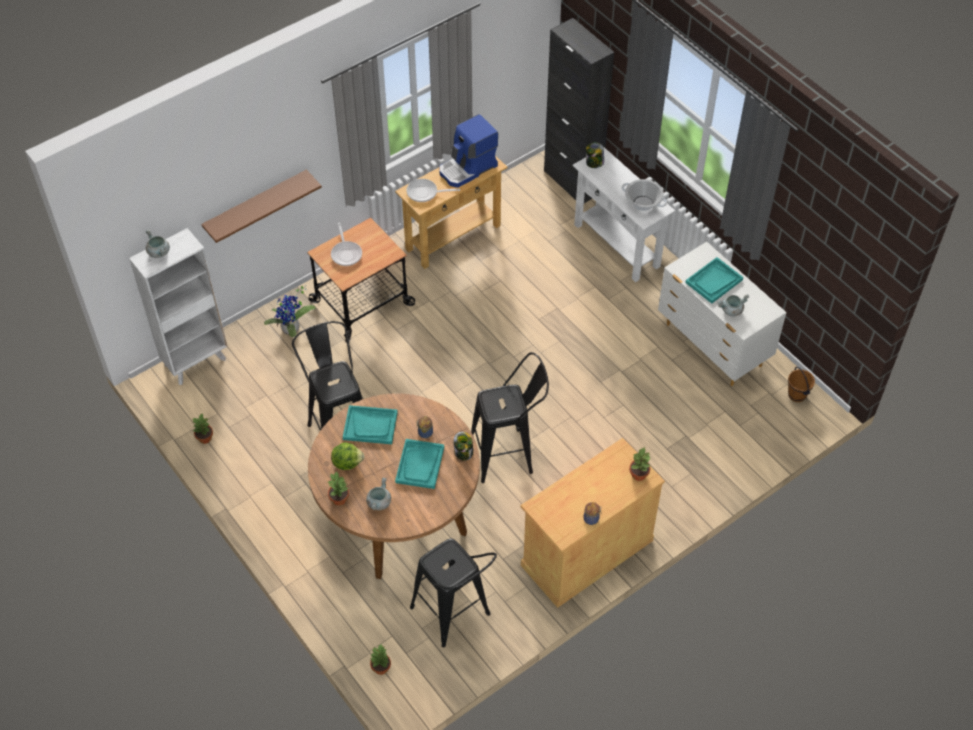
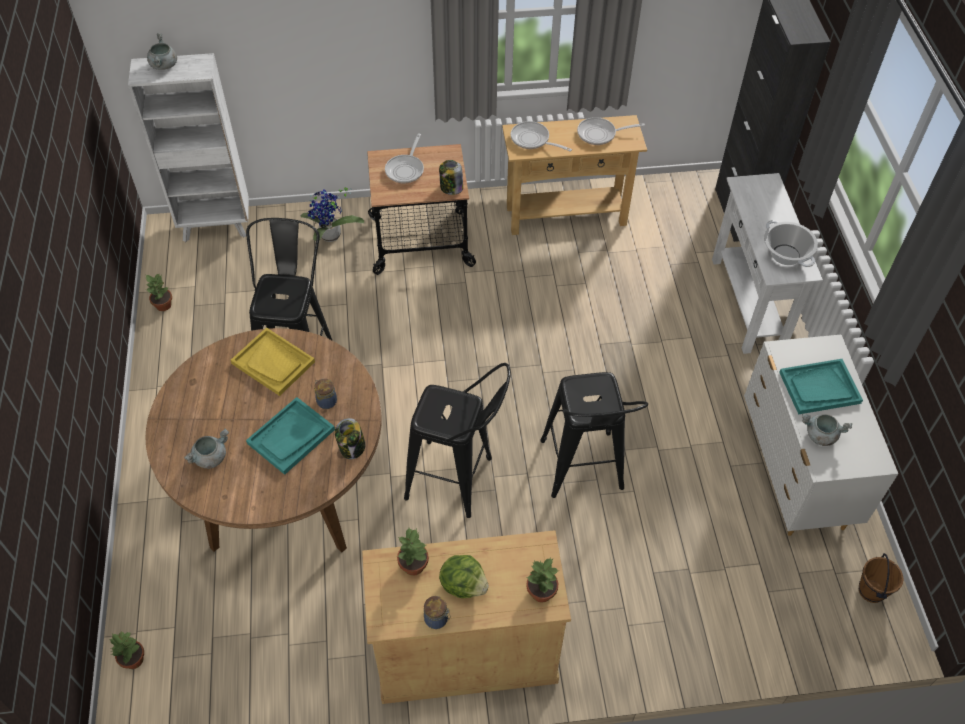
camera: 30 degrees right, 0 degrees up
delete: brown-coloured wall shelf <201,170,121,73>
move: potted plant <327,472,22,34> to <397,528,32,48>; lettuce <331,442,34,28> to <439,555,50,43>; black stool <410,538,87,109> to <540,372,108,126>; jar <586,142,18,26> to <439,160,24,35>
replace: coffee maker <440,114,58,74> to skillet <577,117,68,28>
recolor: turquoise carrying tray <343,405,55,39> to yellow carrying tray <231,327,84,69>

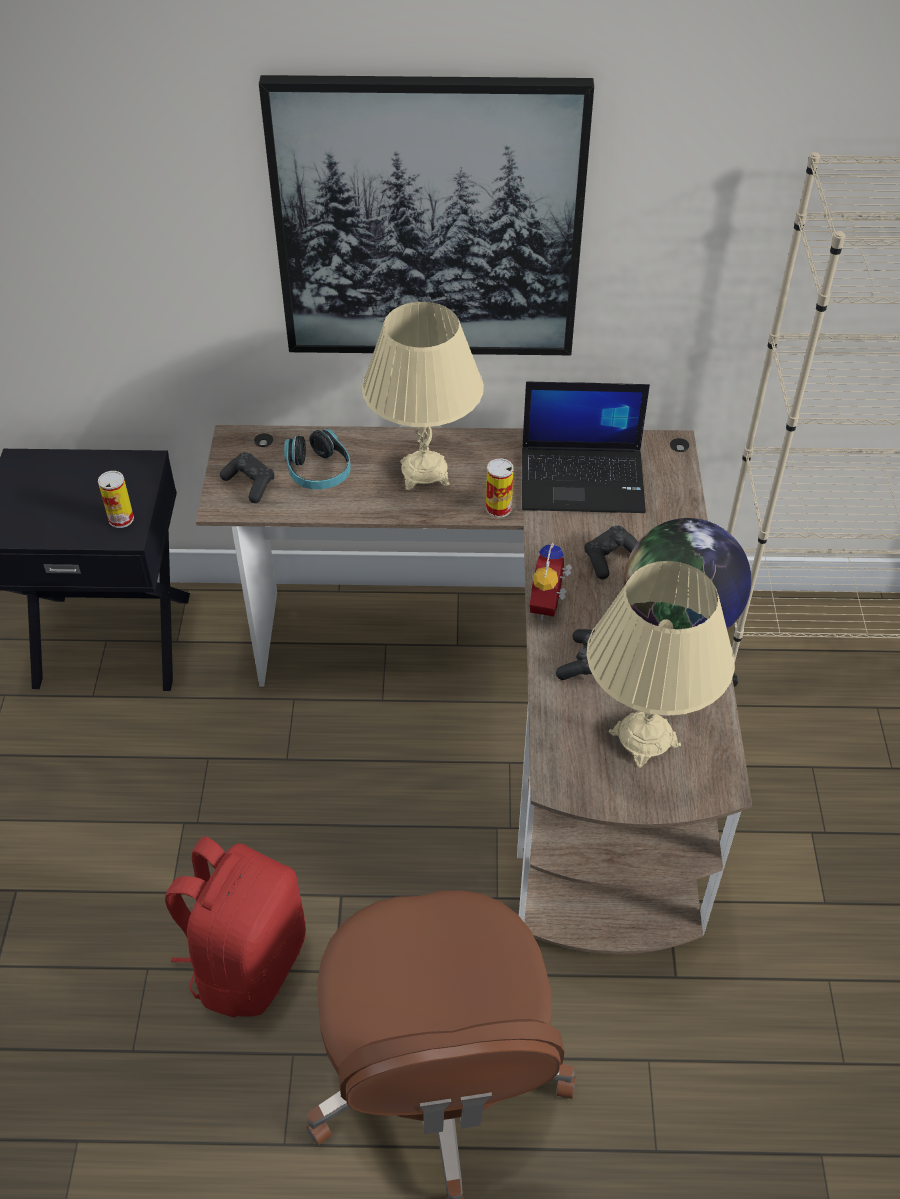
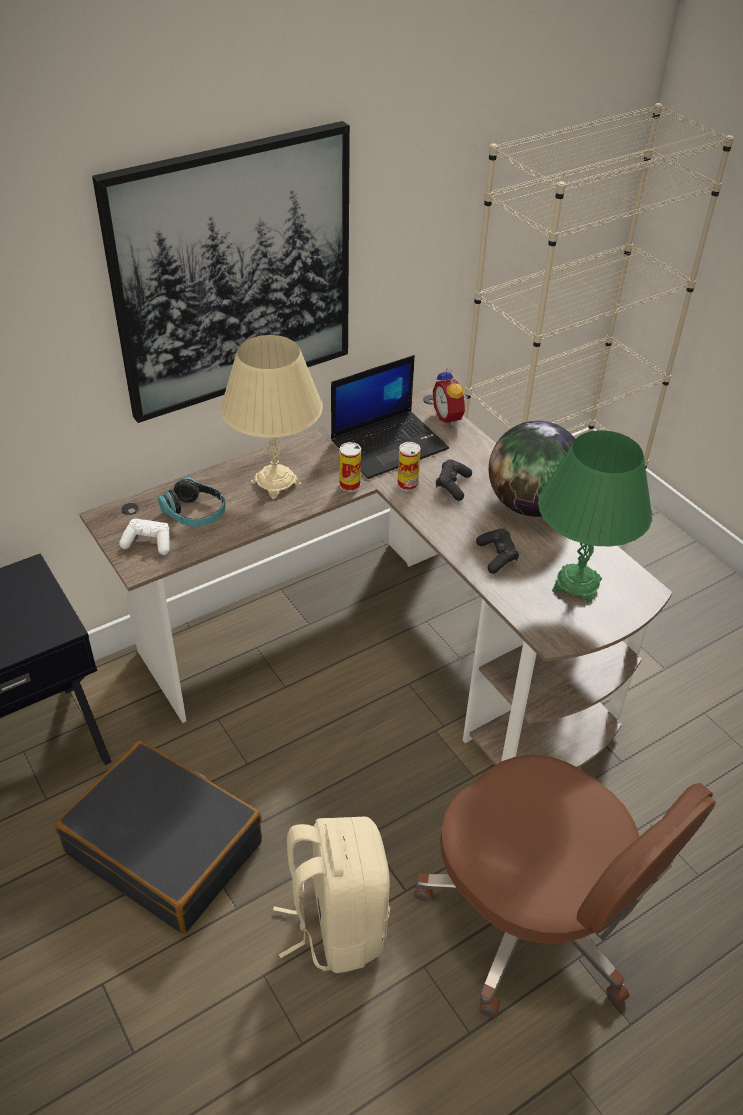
camera: 35 degrees left, 5 degrees down
insert: black travel case <55,741,207,193>
move: metal can <98,471,36,57> to <397,442,24,49>; table clock <530,542,43,78> to <433,368,35,58>
recolor: reddish rucksack <165,836,141,181> to sand-coloured rucksack <273,816,117,157>; black gamepad <220,452,54,51> to whitish gamepad <119,519,51,36>; sand-coloured lamp for a table <587,561,148,207> to green lamp for a table <538,430,114,174>

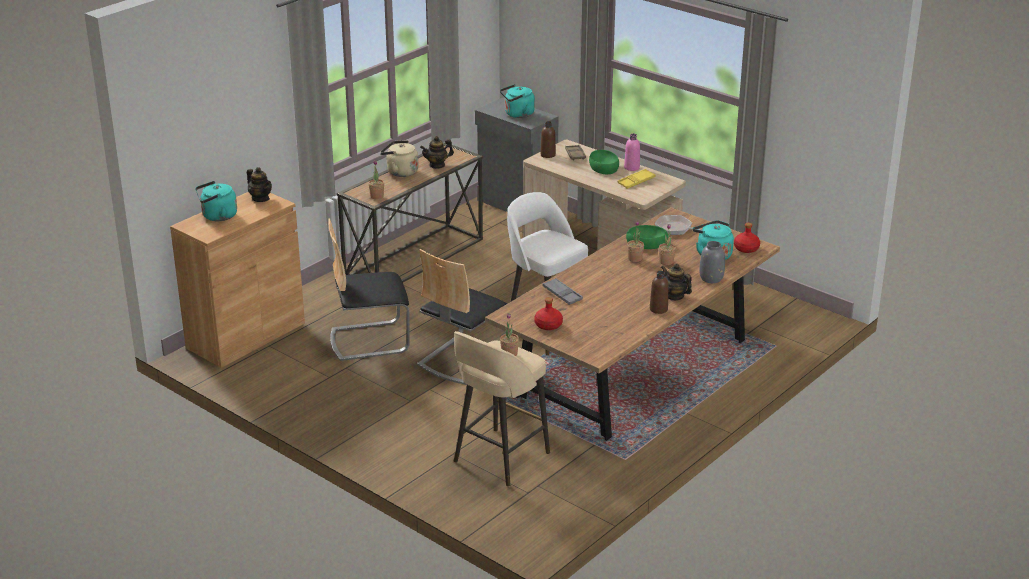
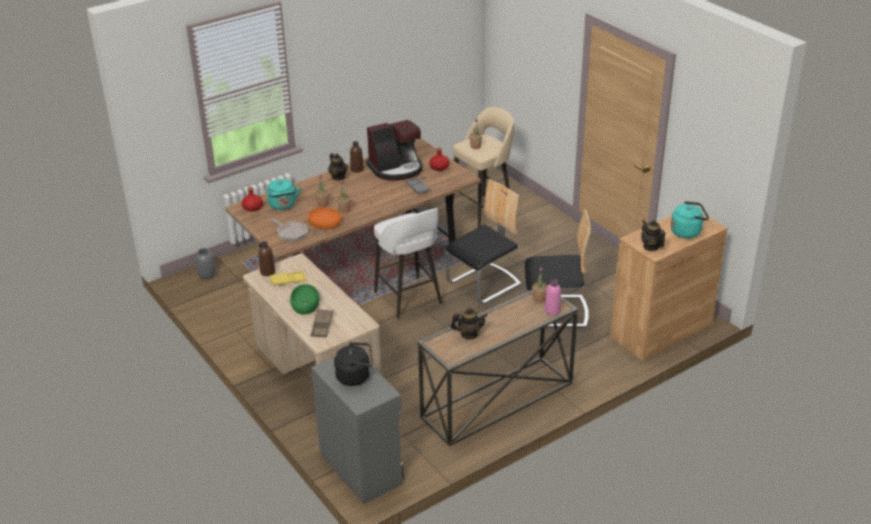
camera: 165 degrees left, 5 degrees up
delete: sand-coloured tea kettle <380,140,39,37>
insert: coffee maker <366,120,56,61>
move: brown-coloured bottle <540,121,16,37> to <258,241,17,35>; pink-coloured bottle <624,134,16,37> to <544,279,17,36>; grey vase <699,241,26,42> to <196,248,20,31>
recolor: turquoise tea kettle <500,84,35,34> to black tea kettle <334,342,39,44>; green deep dish <626,225,42,24> to orange deep dish <308,208,34,21>

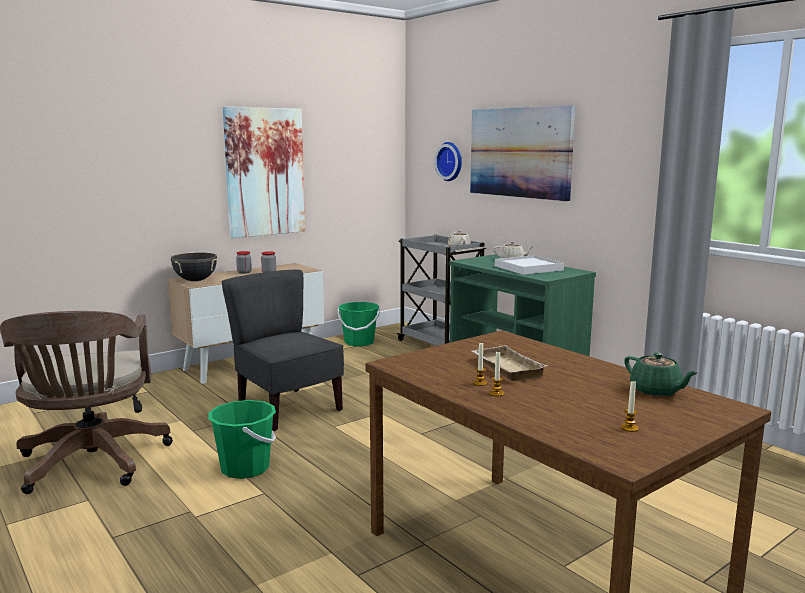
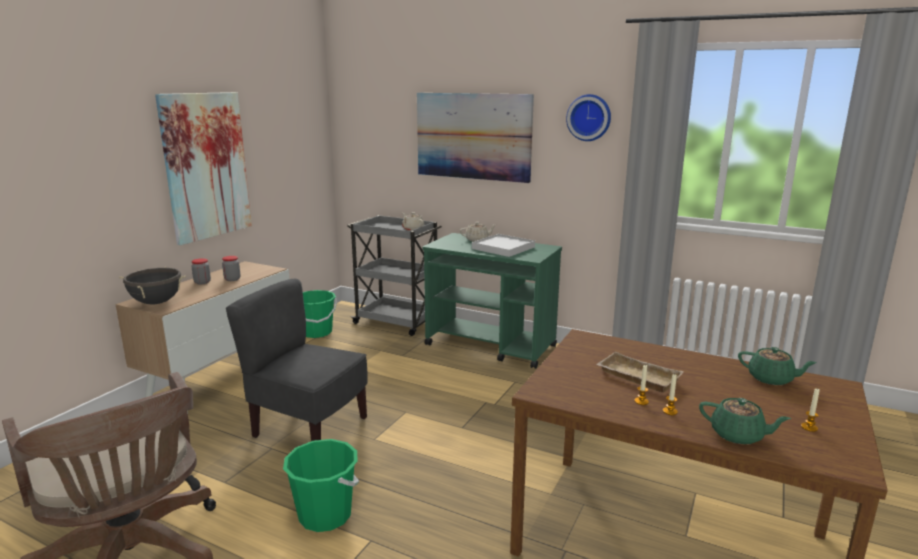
camera: 25 degrees left, 5 degrees up
insert: green tea pot <699,398,92,47>
move: hanging clock <434,142,28,39> to <566,94,45,47>

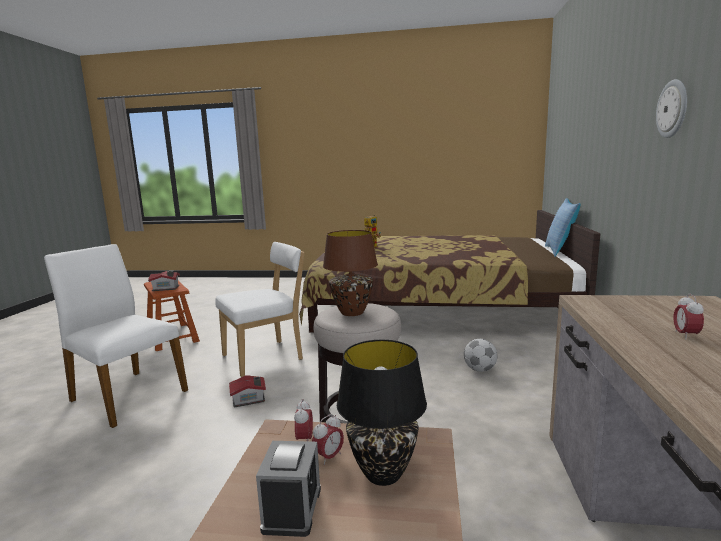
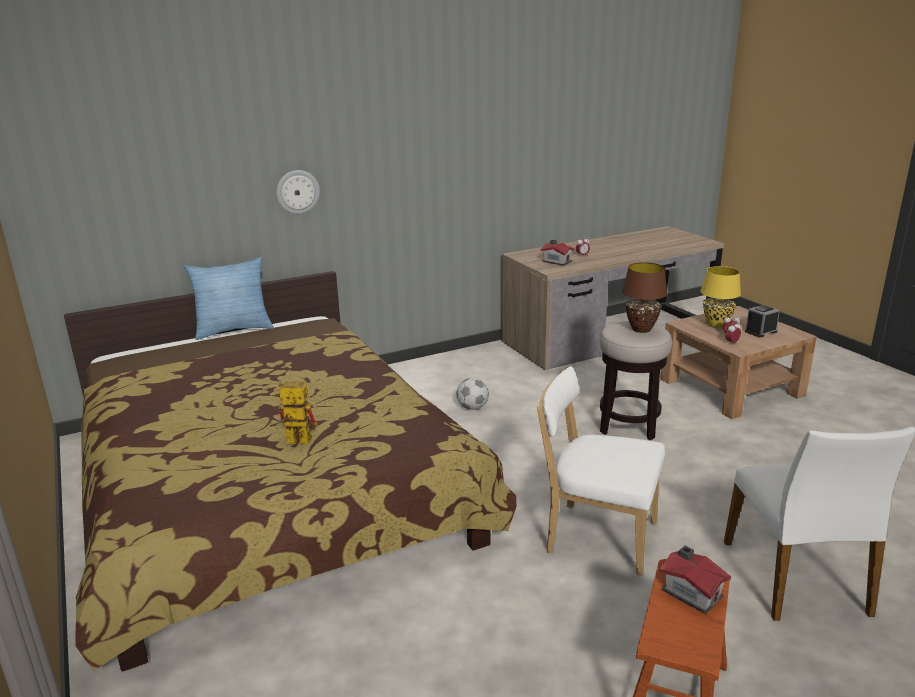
camera: 125 degrees left, 10 degrees up
move: toy house <229,375,37,33> to <541,240,34,26>; hanging clock <656,79,31,59> to <276,170,44,44>
recolor: black lamp for a table <337,340,90,146> to yellow lamp for a table <701,266,40,62>

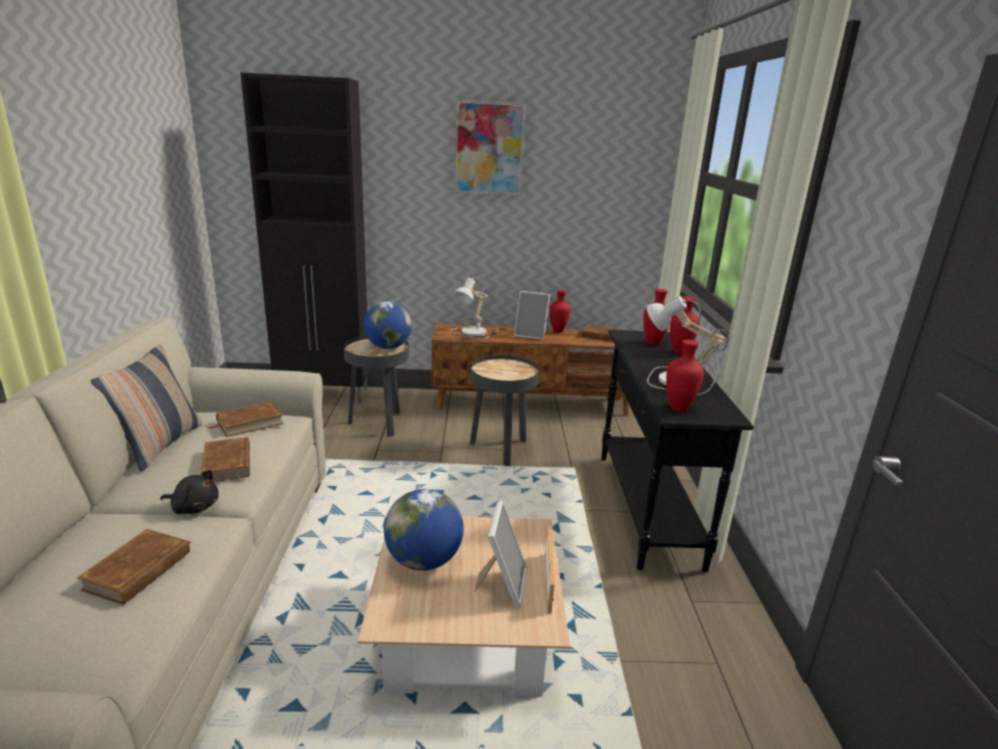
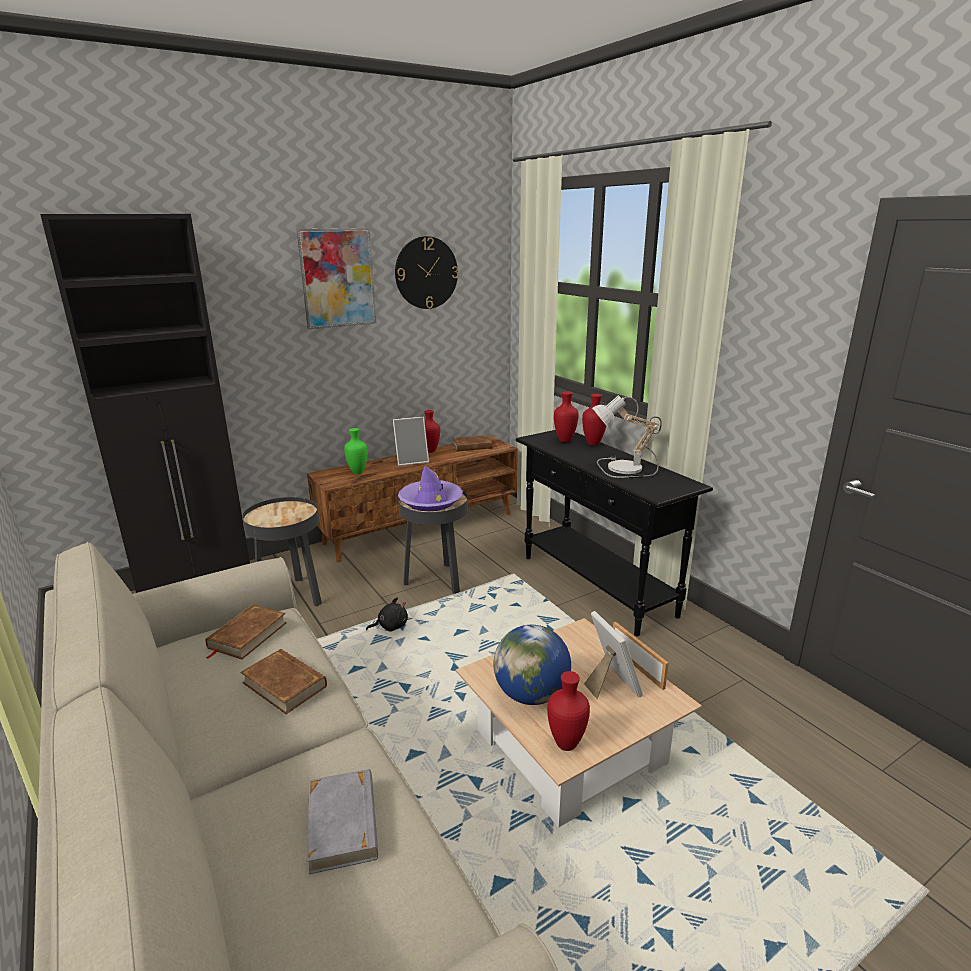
camera: 30 degrees left, 0 degrees up
delete: pillow <91,344,111,127>; world globe <364,301,48,48>
insert: hanging clock <395,236,64,73>; purple hat <398,466,65,45>
move: black soft toy <160,470,59,44> to <366,597,42,35>; reddish vase <666,340,38,72> to <547,671,43,80>
replace: lamp for a table <450,278,48,61> to green vase <344,428,23,46>
recolor: brown-coloured book <77,529,114,76> to grey book <307,769,71,105>

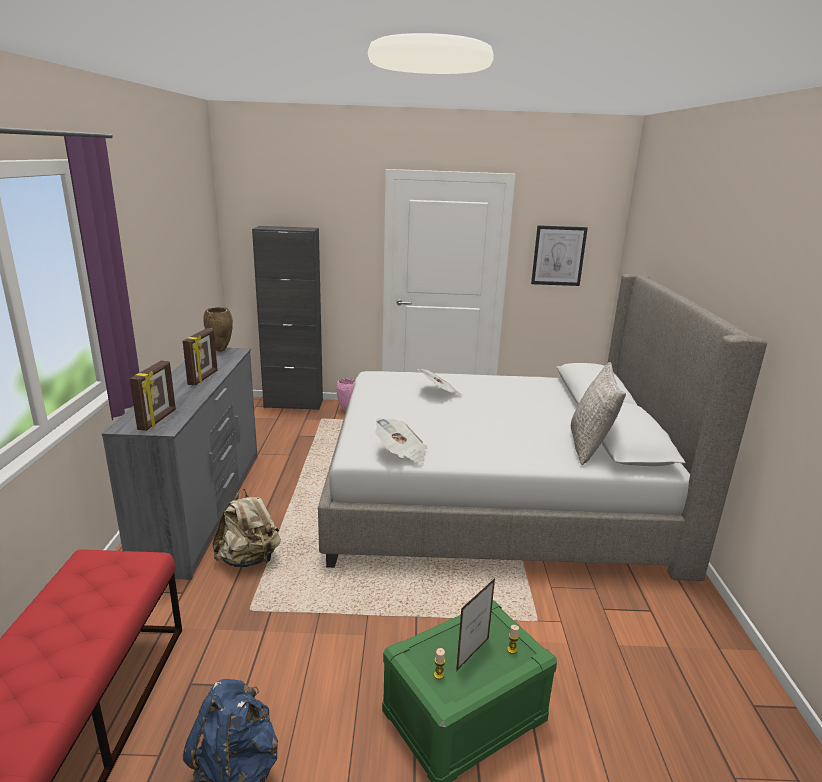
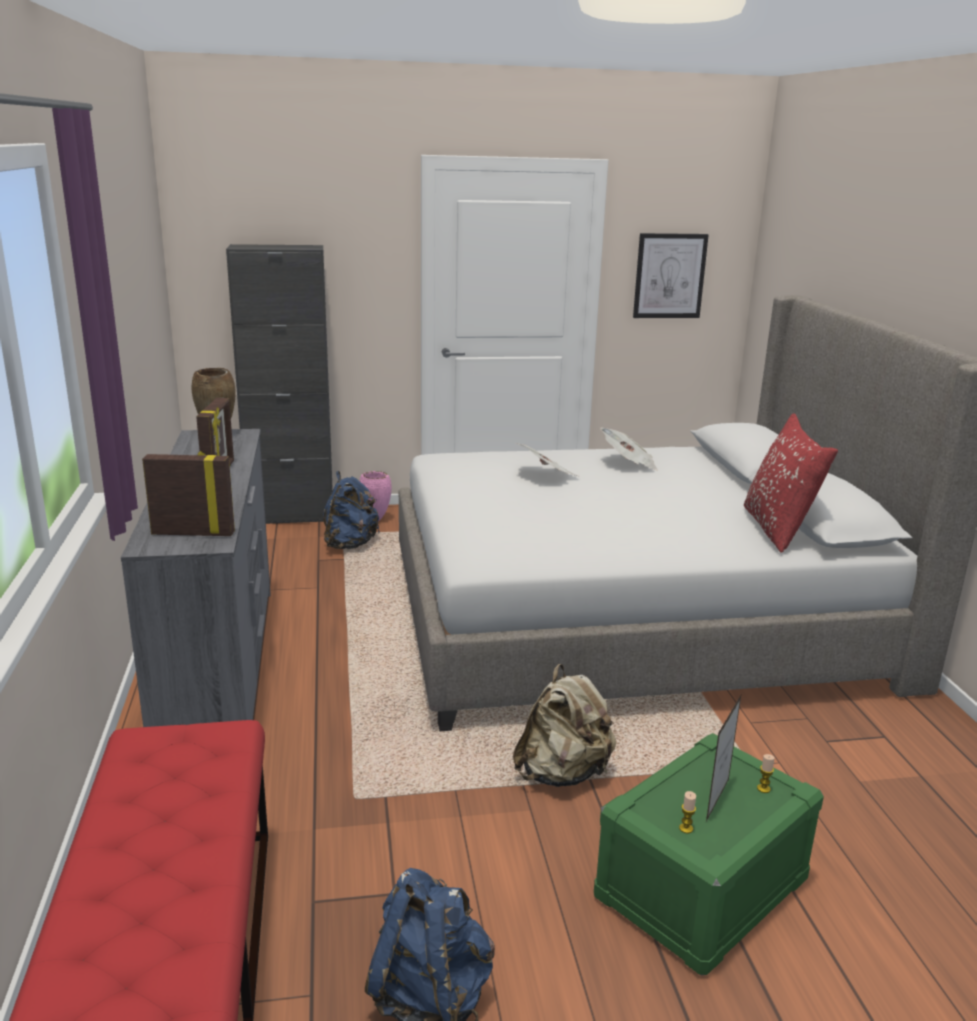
camera: 10 degrees left, 0 degrees up
insert: blue rucksack <323,471,56,78>
move: sand-coloured rucksack <212,489,69,78> to <513,664,103,123>; printed paper <375,418,52,46> to <600,427,58,43>
recolor: grey pillow <571,362,55,103> to reddish pillow <744,414,94,139>
rotate: picture frame <129,361,47,70> = <142,451,93,85> 90 degrees counterclockwise

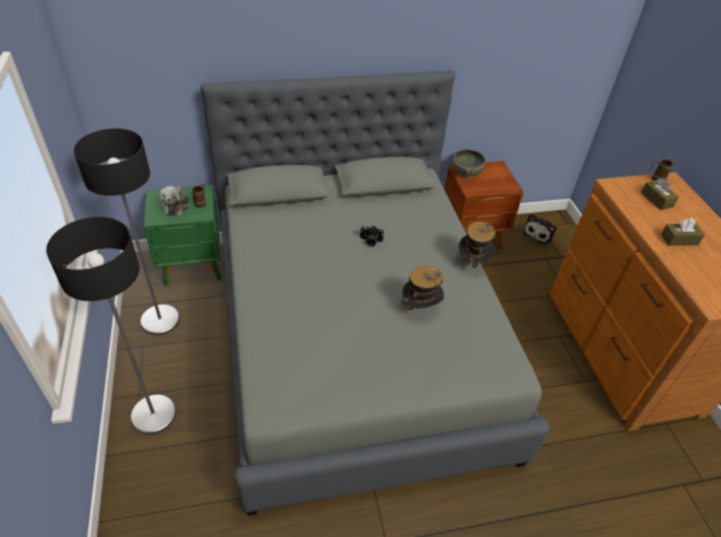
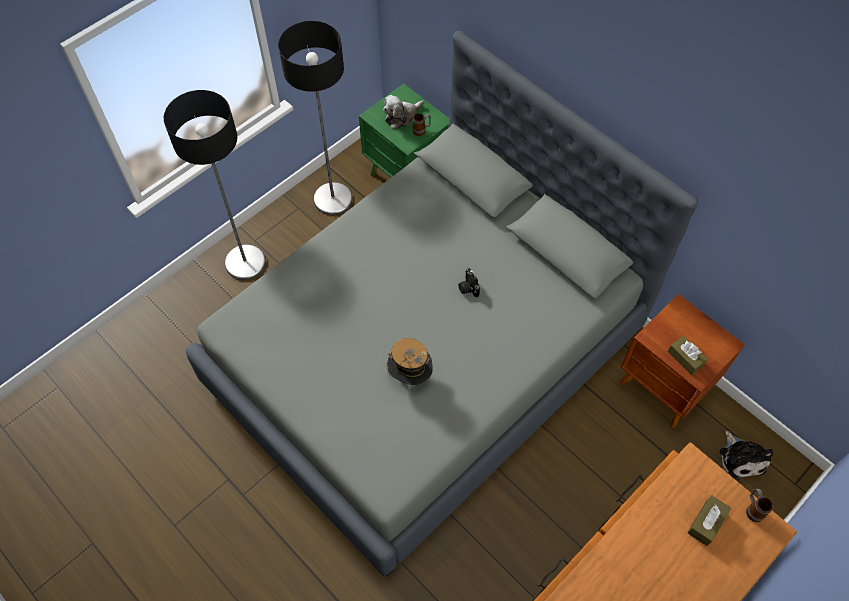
camera: 60 degrees right, 15 degrees up
delete: grey deep dish <453,149,32,29>; hat <459,222,38,55>
move: brown-coloured tissue box <661,218,44,28> to <668,336,40,39>
rotate: soft toy <522,214,35,31> = <720,431,53,49> 105 degrees counterclockwise

